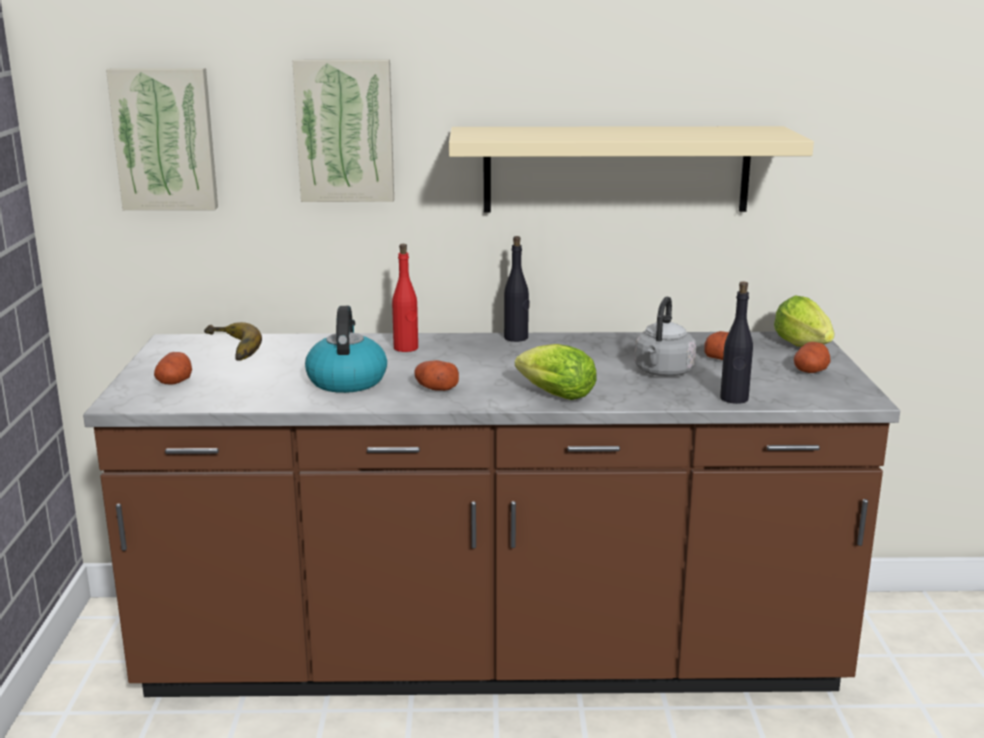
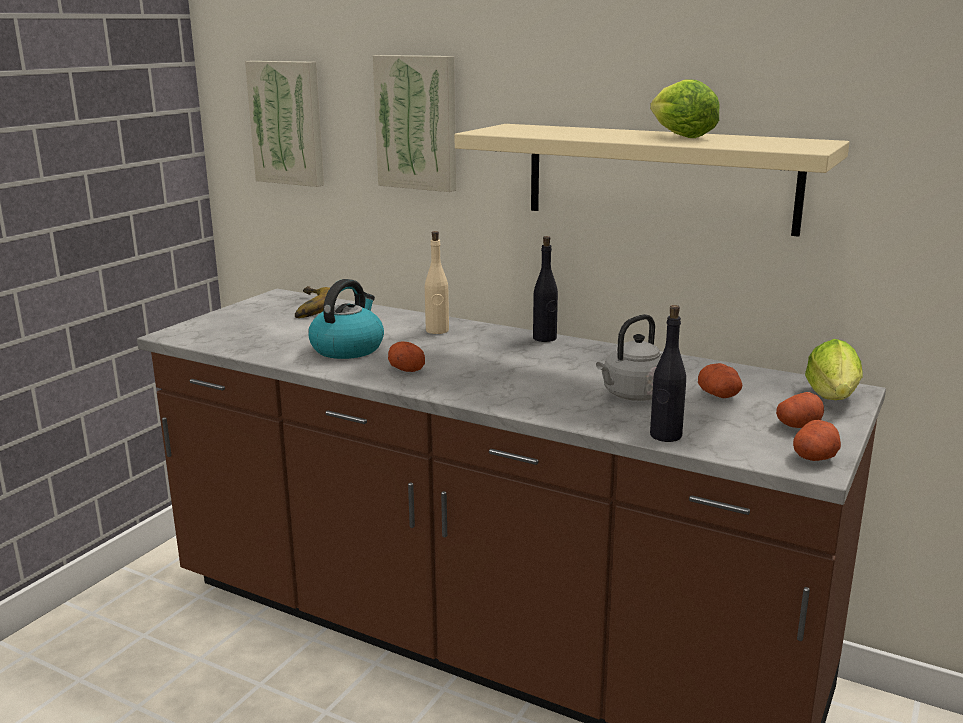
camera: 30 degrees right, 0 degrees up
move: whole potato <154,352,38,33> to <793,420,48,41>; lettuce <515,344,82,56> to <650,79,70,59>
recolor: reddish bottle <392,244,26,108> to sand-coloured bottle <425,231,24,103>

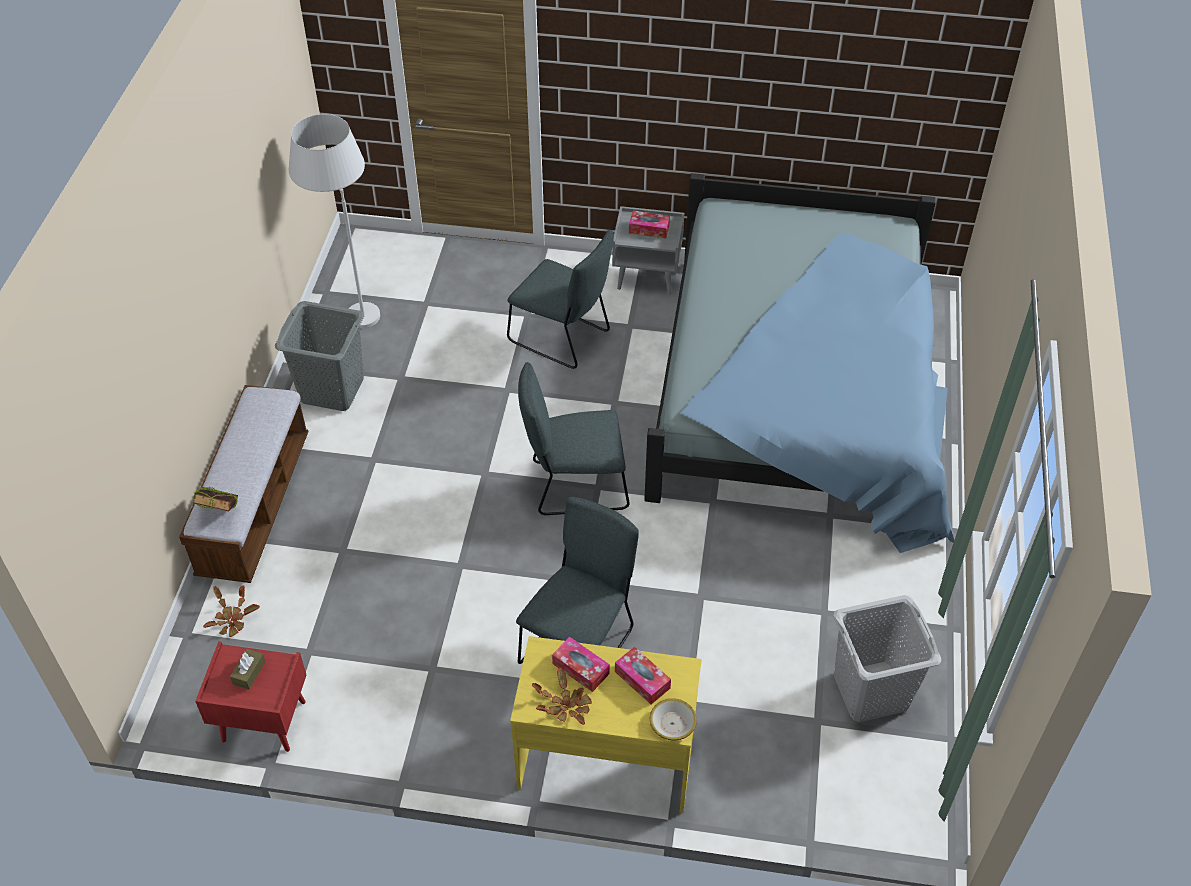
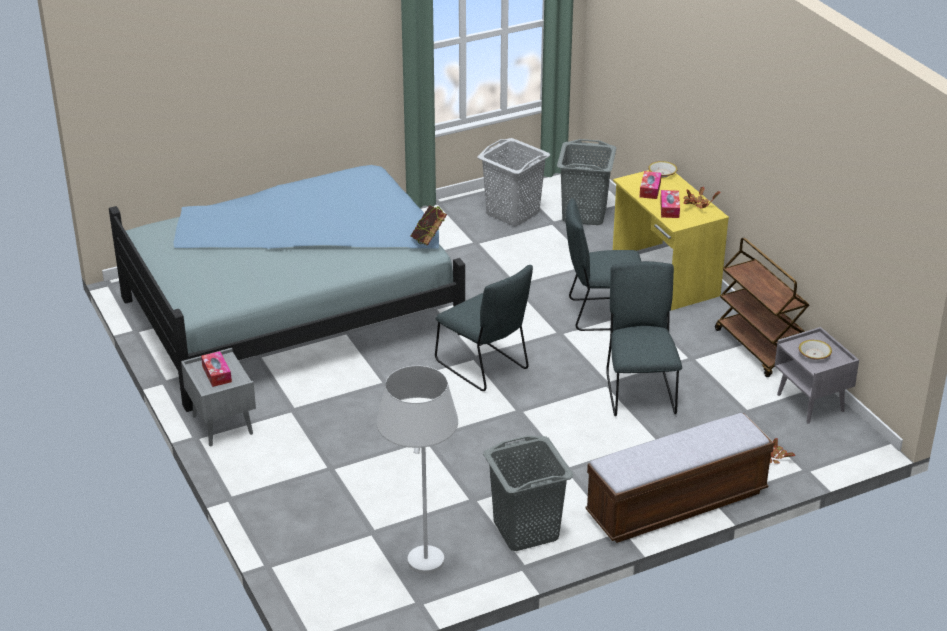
camera: 125 degrees left, 15 degrees down
insert: grey laundry basket <557,139,59,86>; brown-coloured trolley <715,238,94,139>
move: book <193,487,45,24> to <411,205,36,41>; grey chair <507,230,107,139> to <606,261,76,155>
replace: brown-coloured tissue box <230,649,35,41> to deep dish <799,340,33,20>
recolor: reddish bedside table <195,641,111,111> to grey bedside table <775,327,84,96>

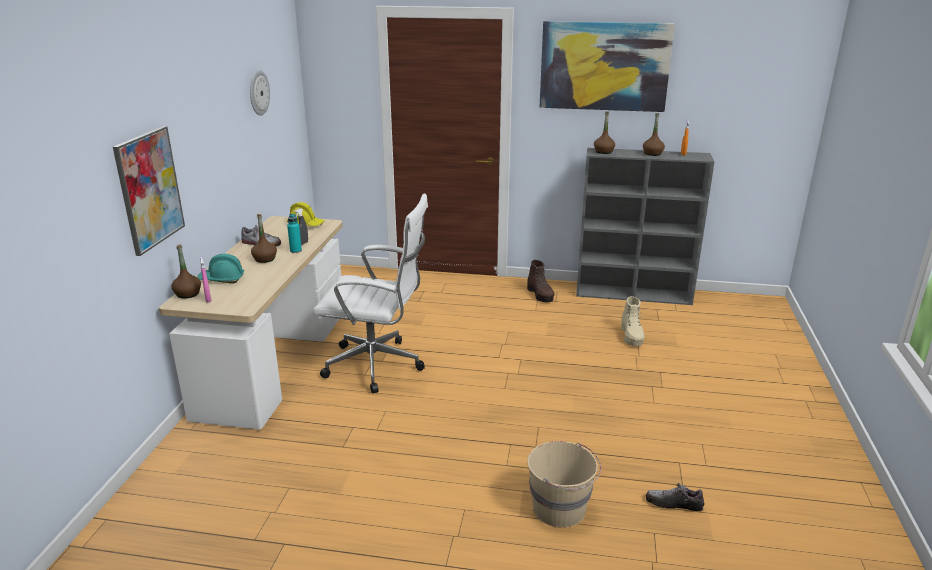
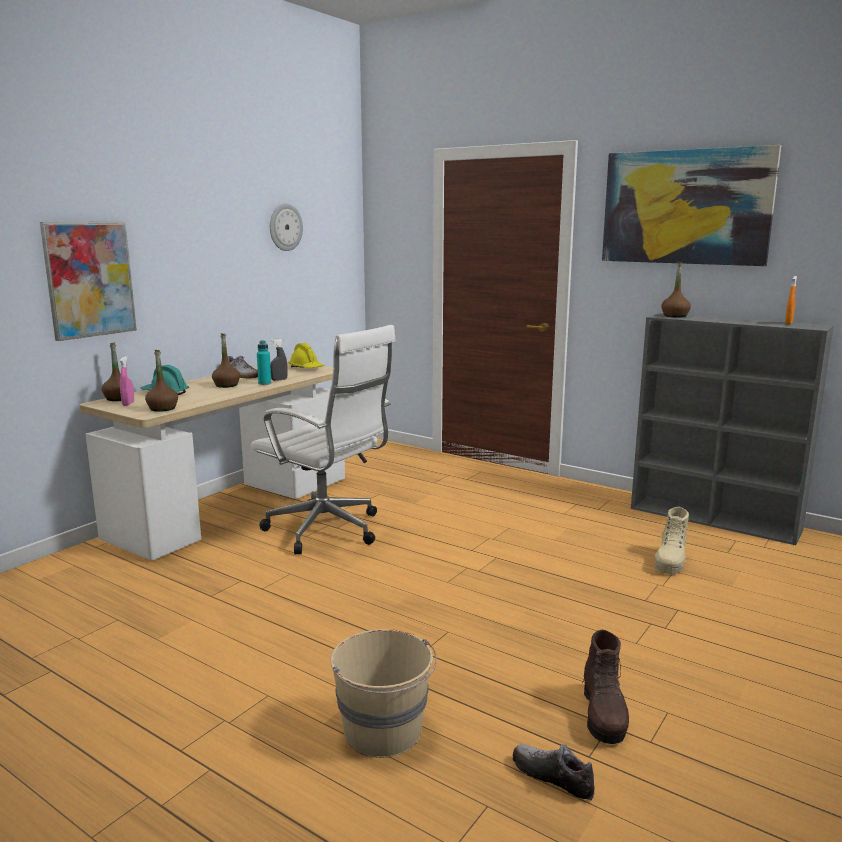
camera: 25 degrees right, 10 degrees down
move: brown-coloured tall boot <527,260,28,42> to <582,630,47,114>; brown-coloured bottle <643,113,22,43> to <145,350,33,62>

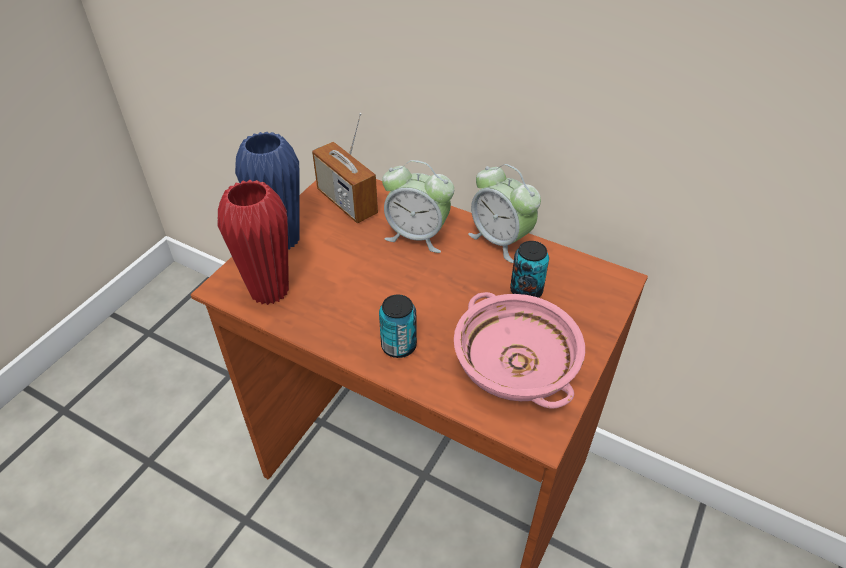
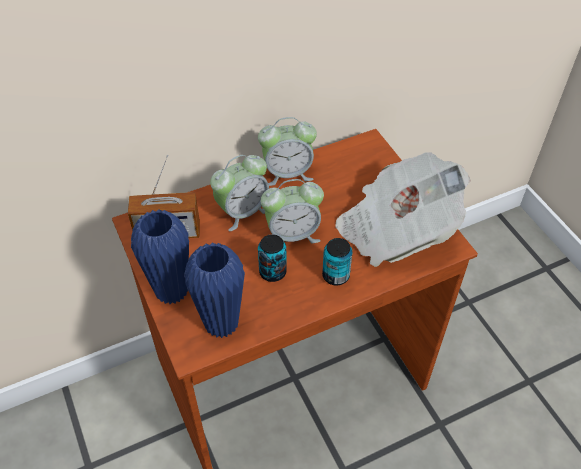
camera: 55 degrees left, 5 degrees up
insert: table clock <261,179,63,64>
move: metal can <510,241,39,57> to <258,234,29,48>
replace: pink-coloured deep dish <454,292,131,117> to printed paper <335,152,135,115>
recolor: reddish vase <218,180,71,125> to blue vase <184,242,61,96>

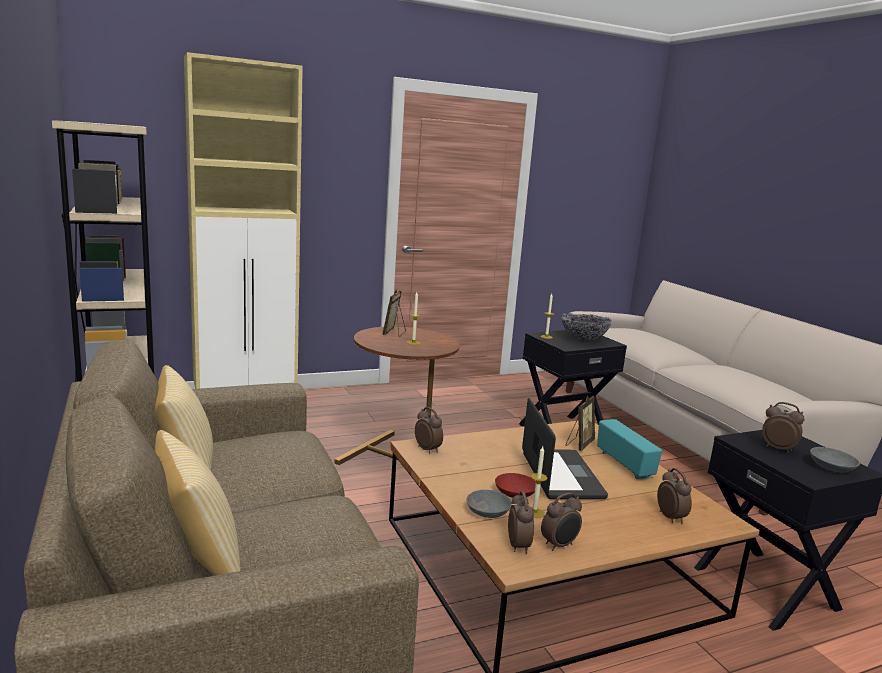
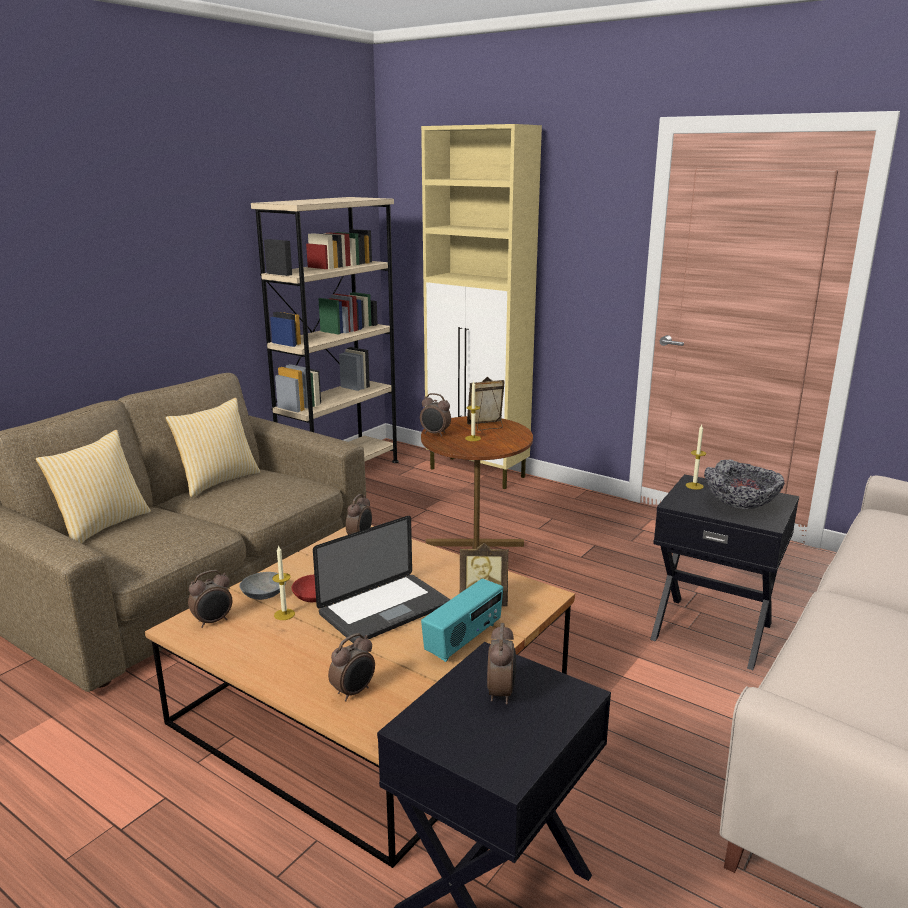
camera: 60 degrees right, 5 degrees up
delete: grey deep dish <810,447,50,26>
move: table clock <541,493,41,58> to <420,393,31,44>

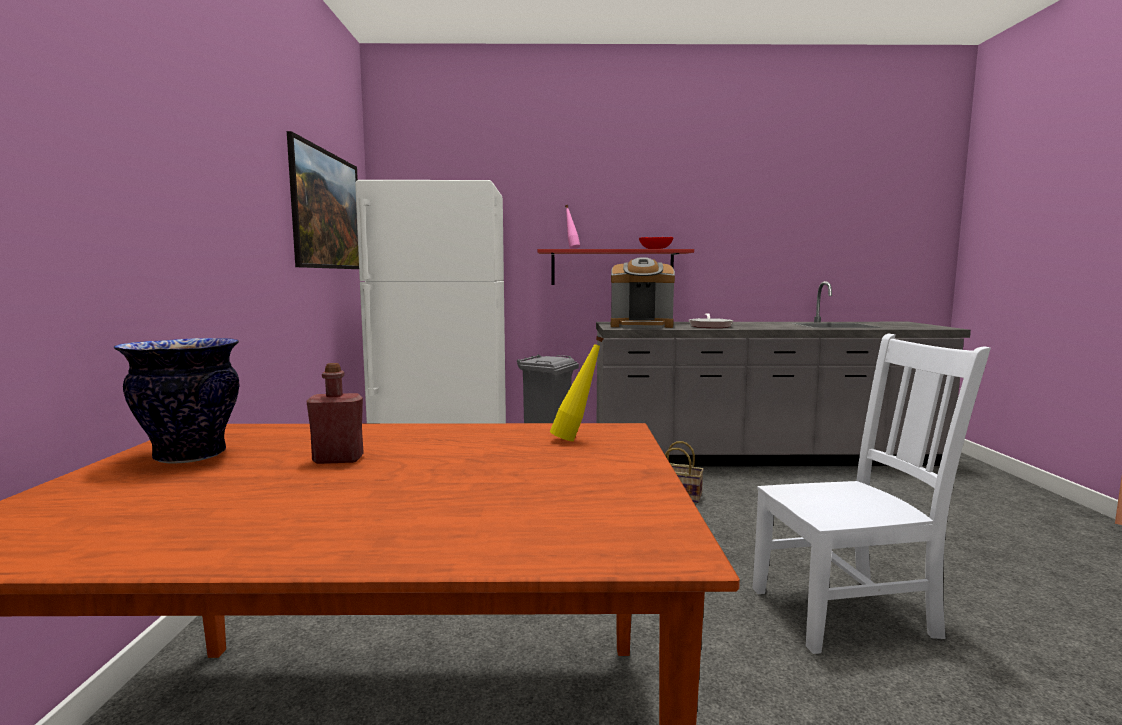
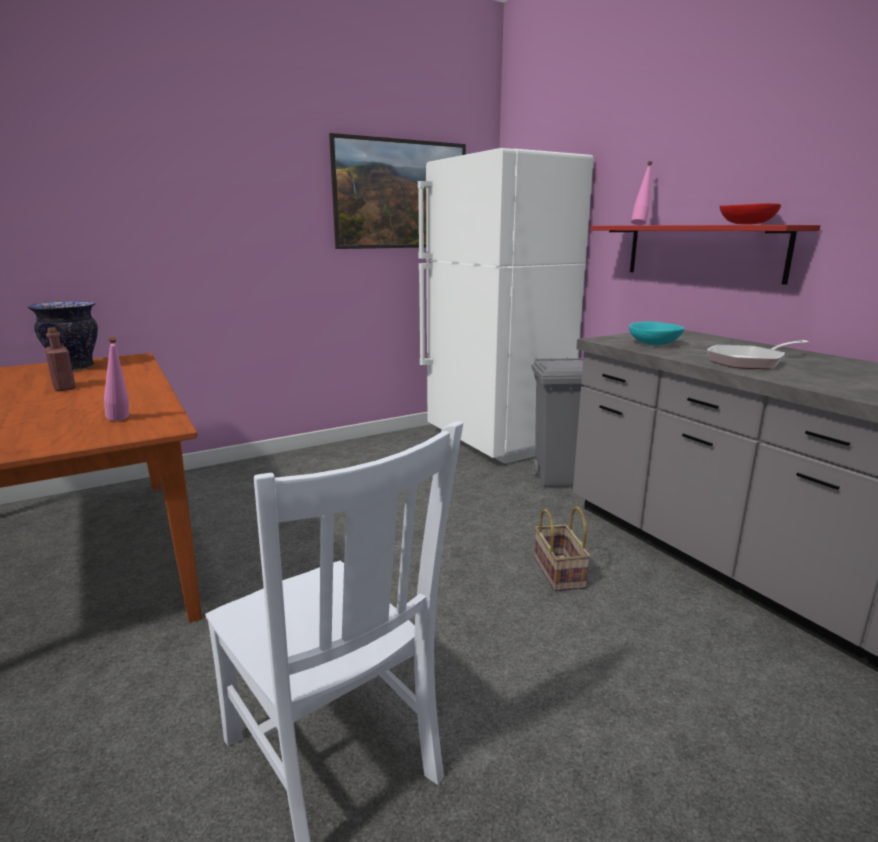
camera: 60 degrees right, 10 degrees up
replace: coffee maker <611,257,64,72> to turquoise deep dish <629,321,56,24>
recolor: yellow bottle <550,336,54,105> to pink-coloured bottle <104,337,25,84>

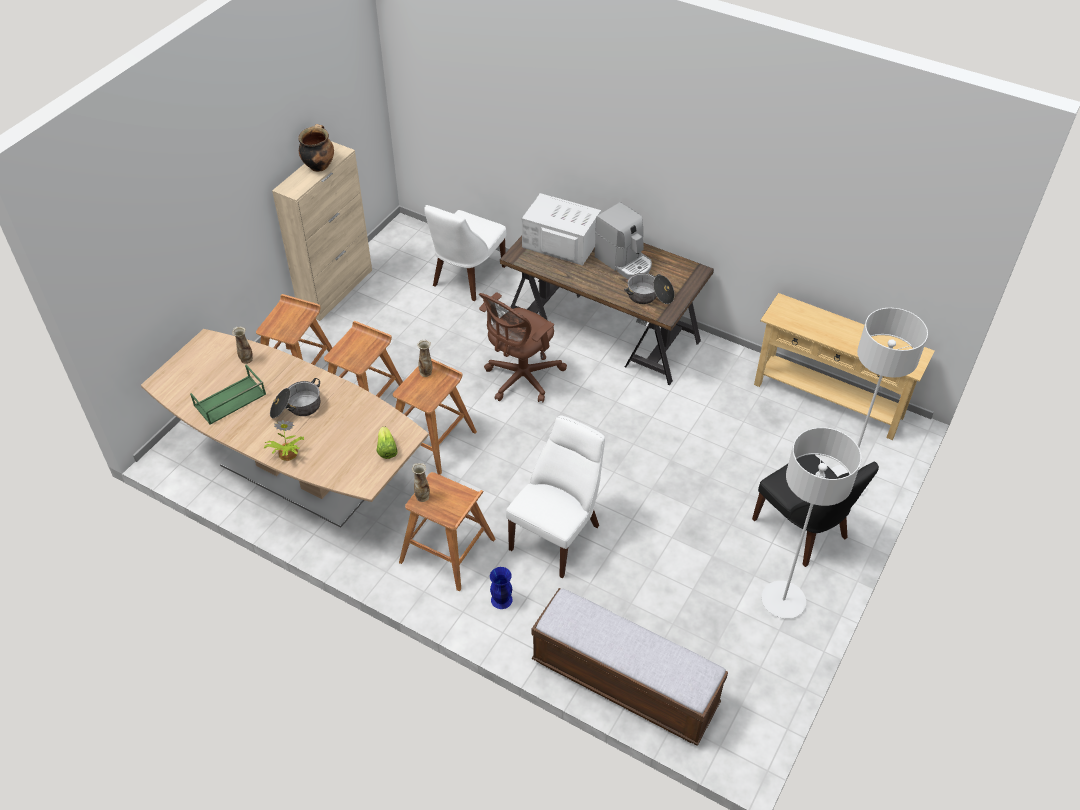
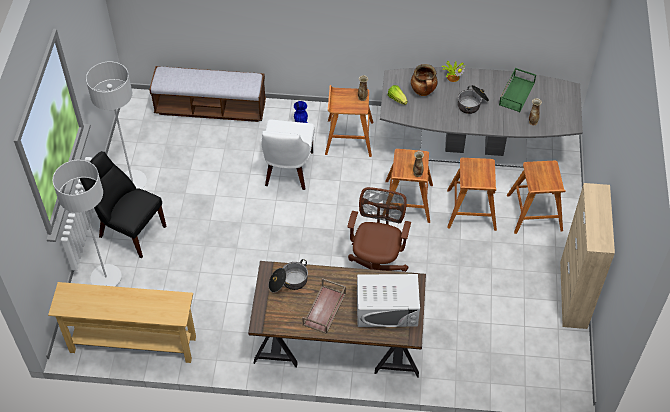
camera: 155 degrees right, 5 degrees up
delete: whitish chair <424,205,83,96>
move: saucepot <298,124,36,48> to <411,64,26,32>
replace: coffee maker <595,202,57,77> to brown-coloured carrying tray <302,278,44,56>
recolor: brown-coloured dining table <141,329,288,198> to grey dining table <380,67,203,101>

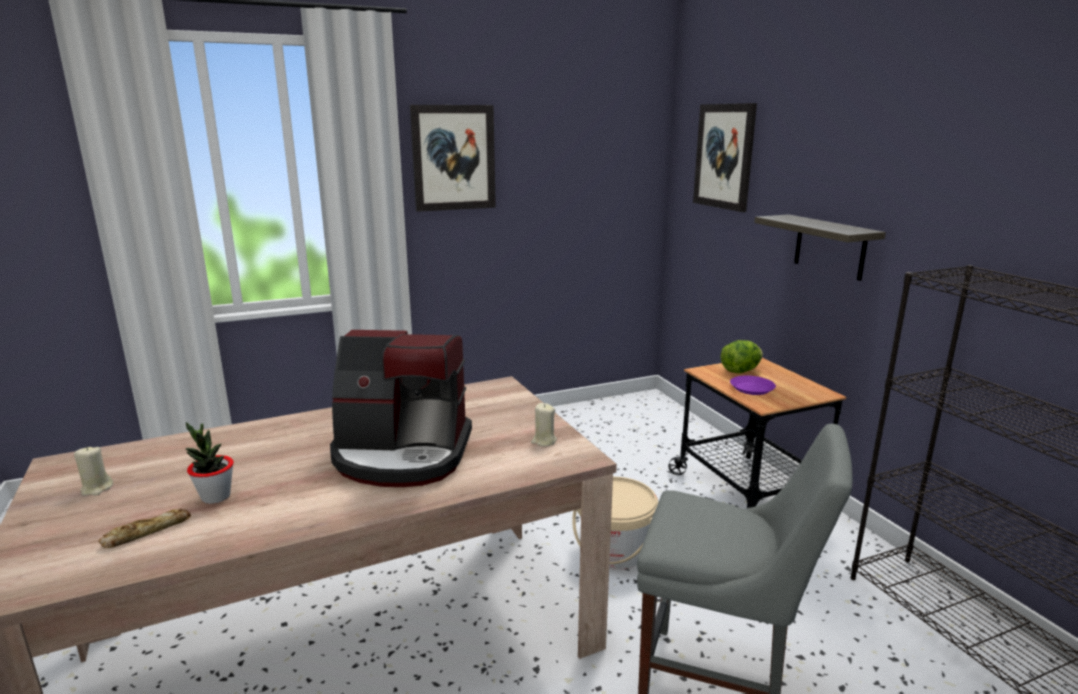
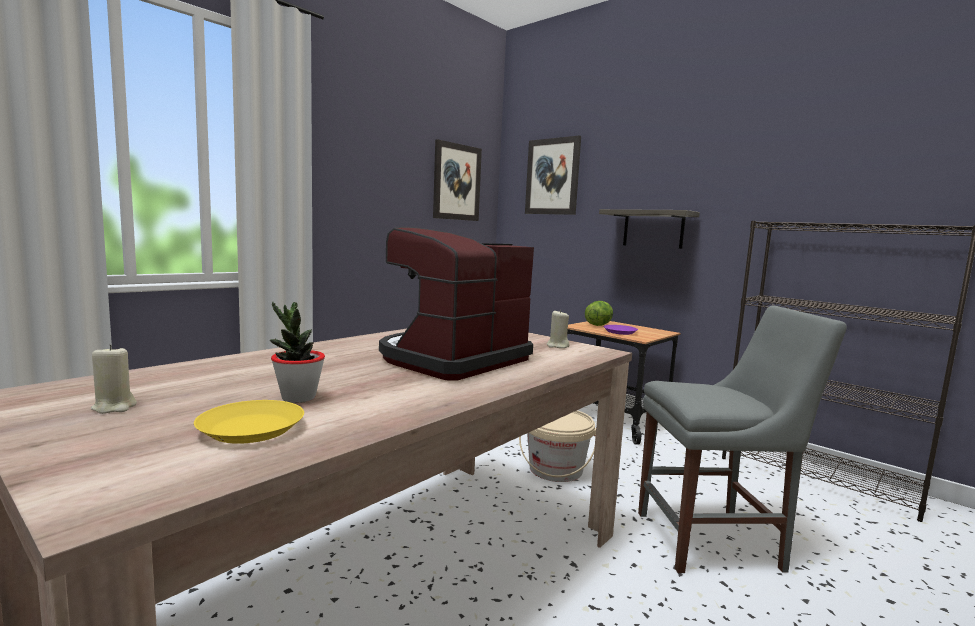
camera: 25 degrees left, 10 degrees down
move: picture <410,105,86,107> to <433,139,49,82>
replace: bread <98,508,93,40> to yellow plate <194,400,110,44>
rotate: coffee maker <330,330,142,157> = <379,227,155,154> 150 degrees clockwise

